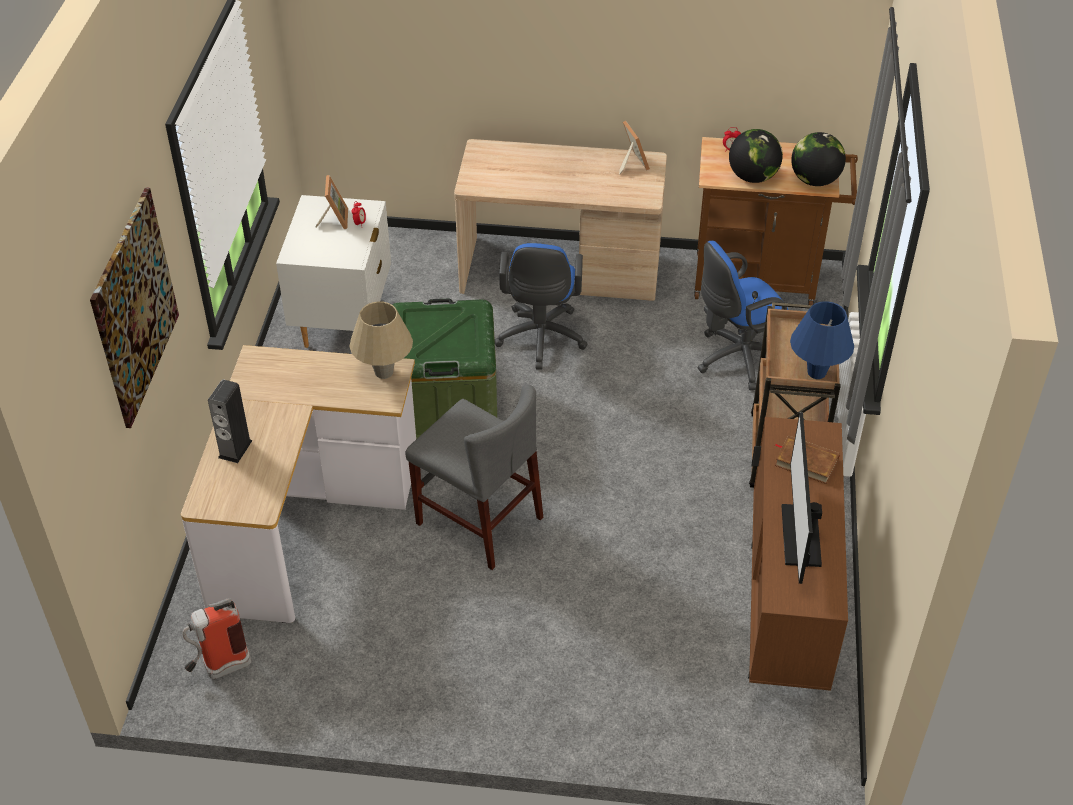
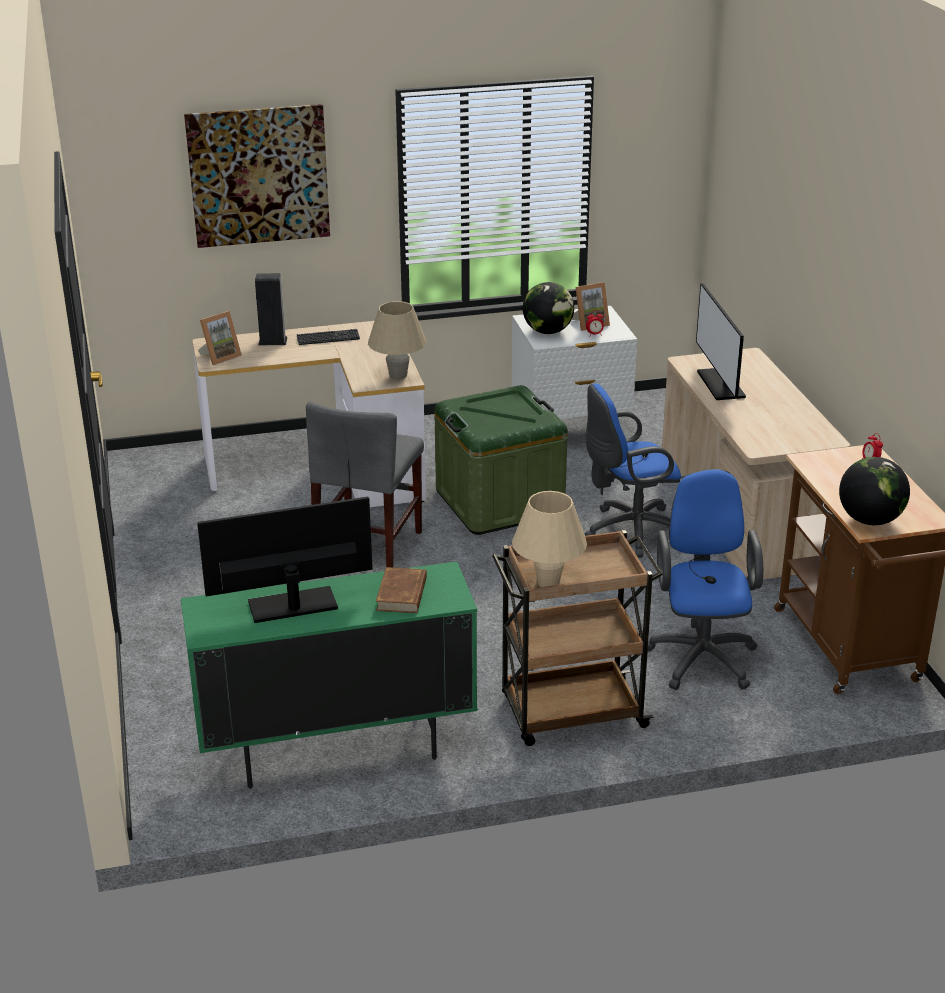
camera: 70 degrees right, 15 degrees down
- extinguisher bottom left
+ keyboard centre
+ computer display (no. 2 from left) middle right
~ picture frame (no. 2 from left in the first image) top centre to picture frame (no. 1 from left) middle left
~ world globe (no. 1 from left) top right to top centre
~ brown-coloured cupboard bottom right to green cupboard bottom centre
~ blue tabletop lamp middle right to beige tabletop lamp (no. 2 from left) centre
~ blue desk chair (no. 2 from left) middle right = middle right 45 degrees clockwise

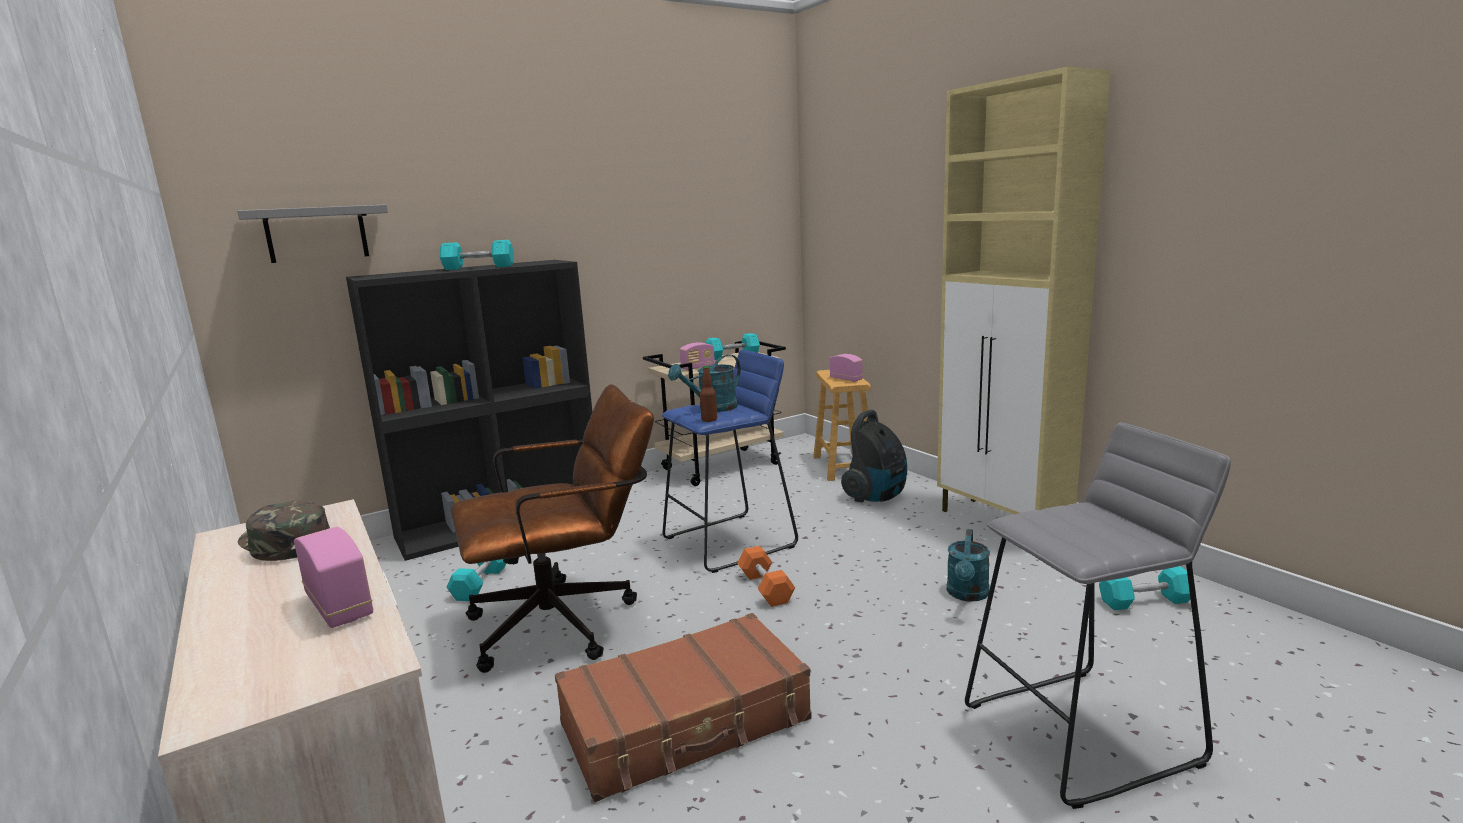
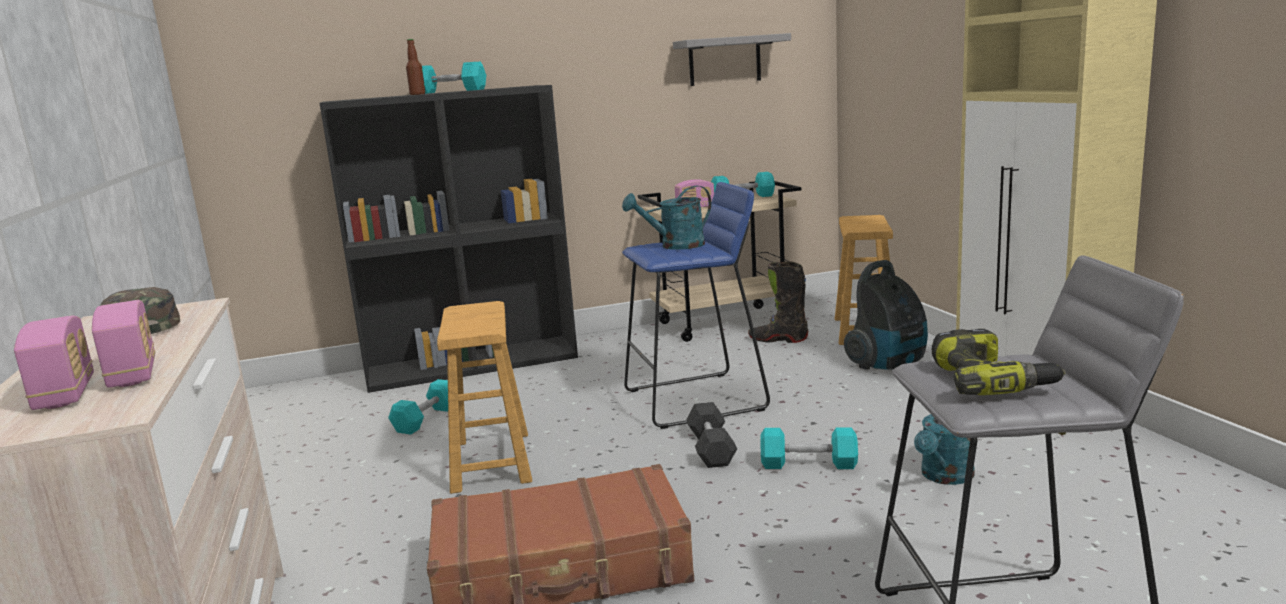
camera: 15 degrees right, 0 degrees up
+ black boot centre
+ drill middle right
~ gray wall shelf top left to top centre
~ bottle centre to top left
~ radio set (no. 3 from left in the first image) centre to radio set (no. 1 from left) middle left
~ blue-green free weight (no. 4 from left) bottom right to bottom centre
~ brown-coloured desk chair centre to brown-coloured stool (no. 1 from left) centre
~ orange-coloured free weight bottom centre to gray free weight bottom centre

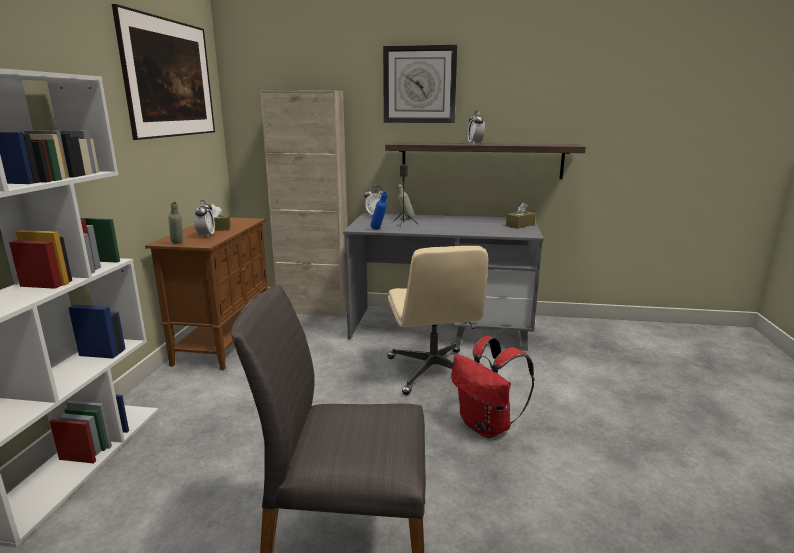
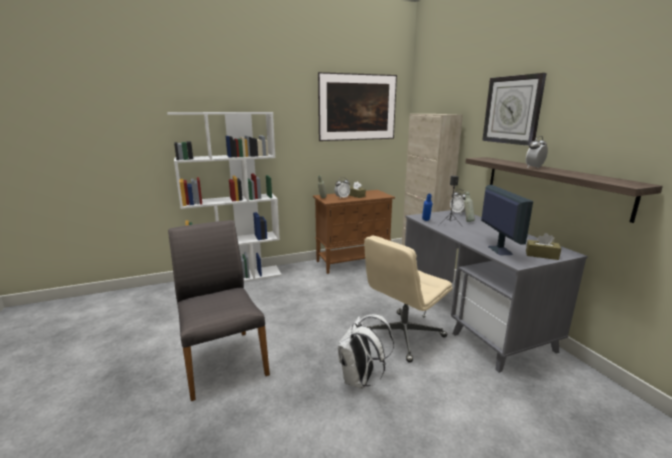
camera: 60 degrees right, 0 degrees up
+ computer display middle right
~ red knapsack bottom centre to white knapsack bottom centre

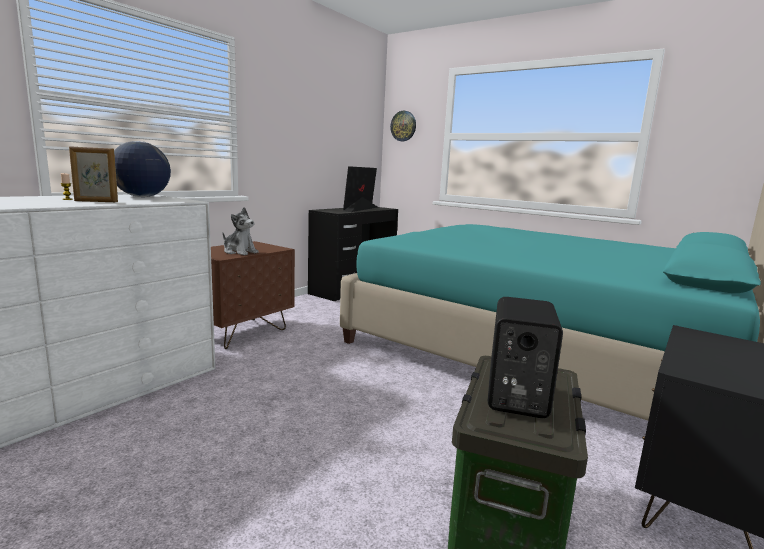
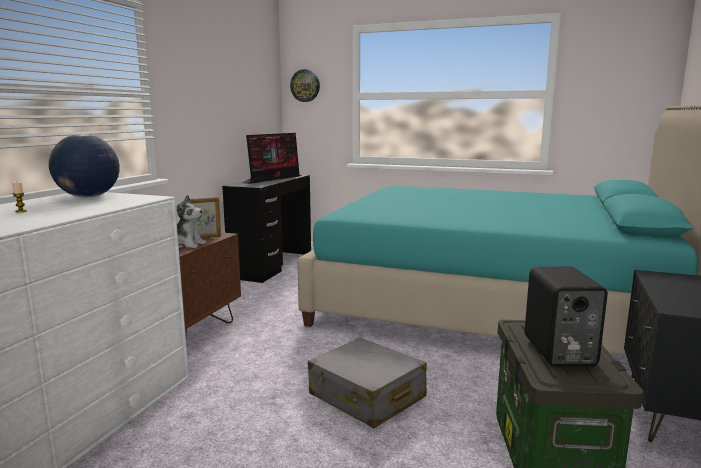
camera: 15 degrees left, 0 degrees up
+ gray piece of luggage bottom centre
~ picture frame top left to middle left
~ computer display centre = centre 150 degrees counterclockwise

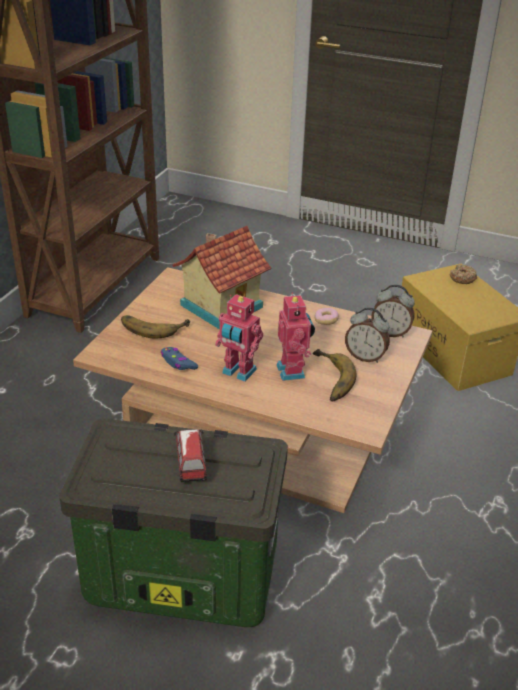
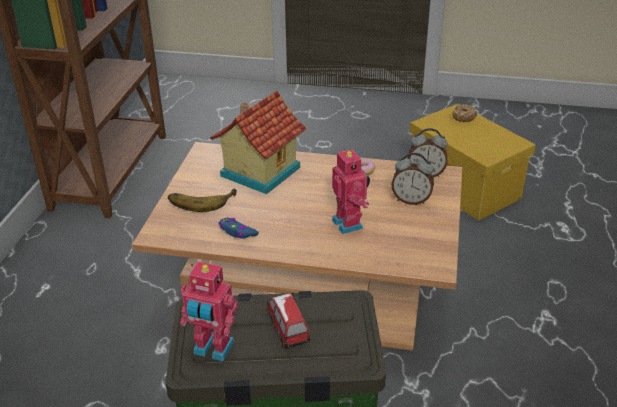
camera: 10 degrees left, 0 degrees up
- whole banana (no. 2 from left) centre
~ robot figure (no. 1 from left) centre to bottom centre

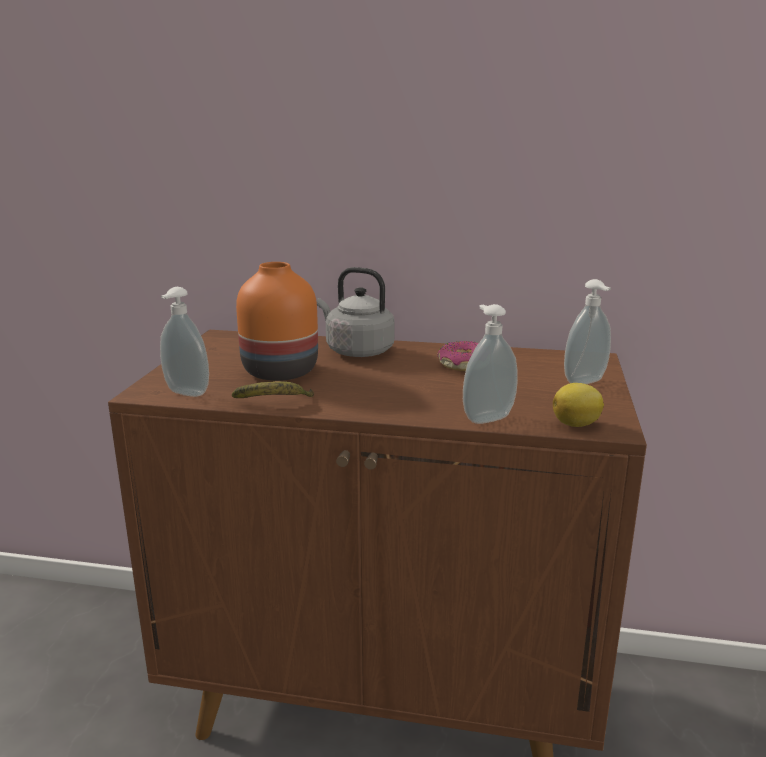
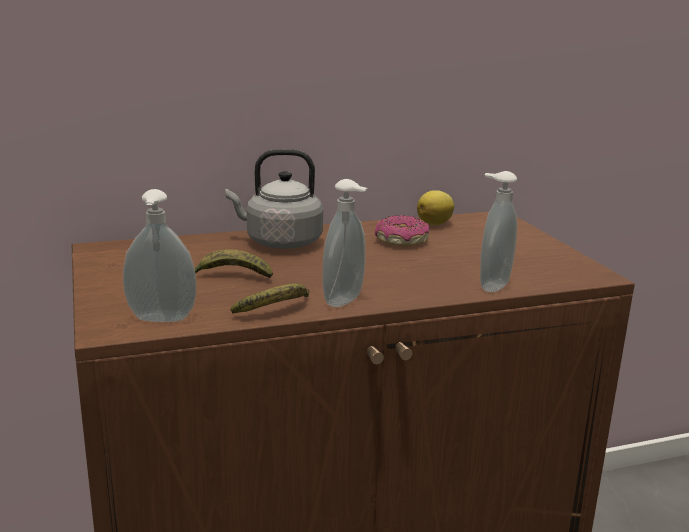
camera: 30 degrees left, 0 degrees up
~ whole lemon middle right to centre
~ soap dispenser (no. 3 from left in the first image) middle right to soap dispenser (no. 2 from left) centre
~ orange-coloured flower vase centre to whole banana (no. 1 from left) centre

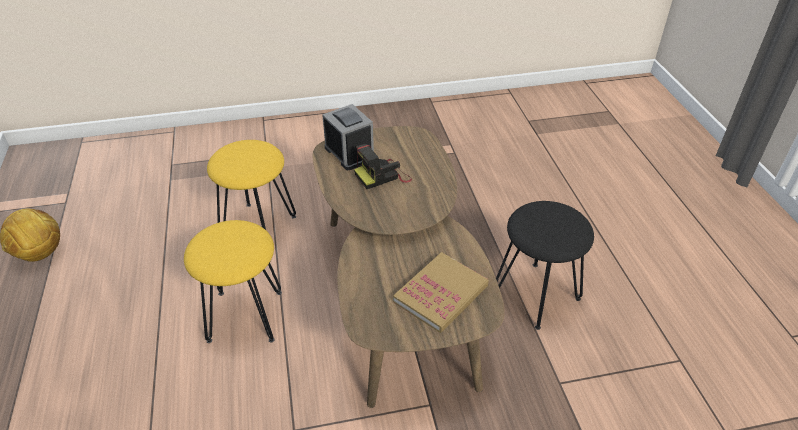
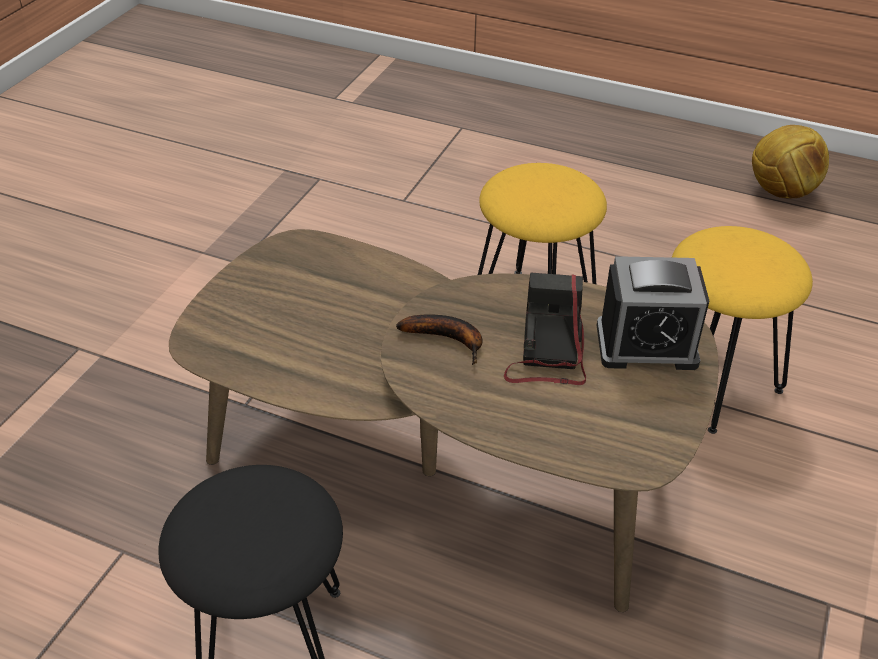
camera: 125 degrees right, 0 degrees up
- book bottom centre
+ whole banana centre

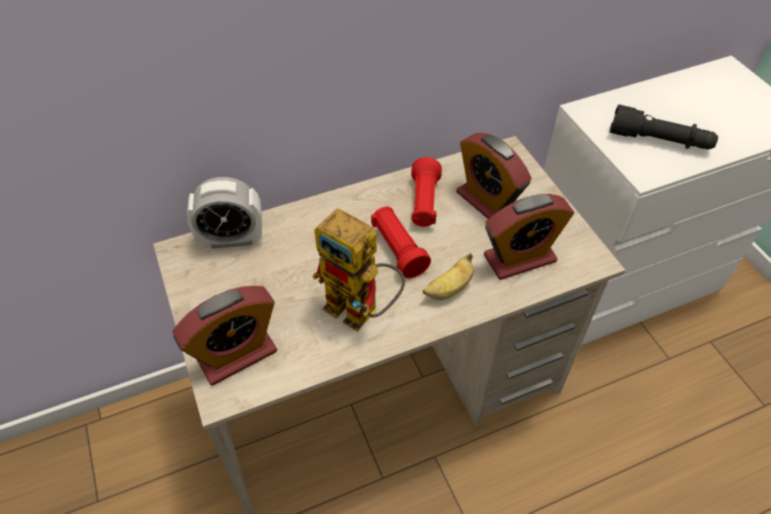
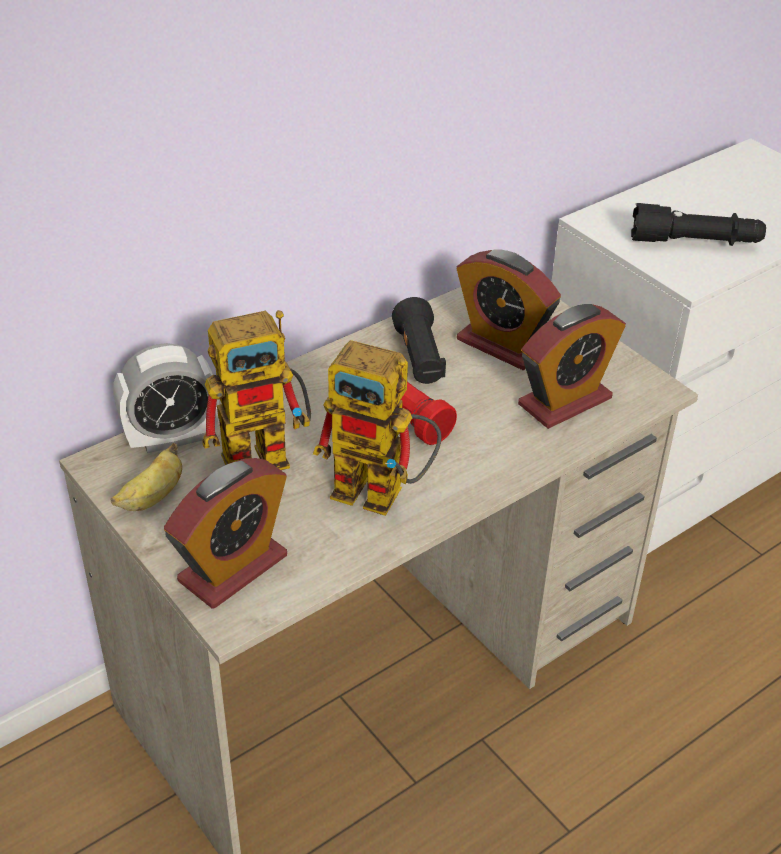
camera: 15 degrees left, 10 degrees down
+ robot figure (no. 1 from left) middle left
~ whole banana centre to middle left
~ red flashlight (no. 2 from left) centre to black flashlight (no. 1 from left) centre

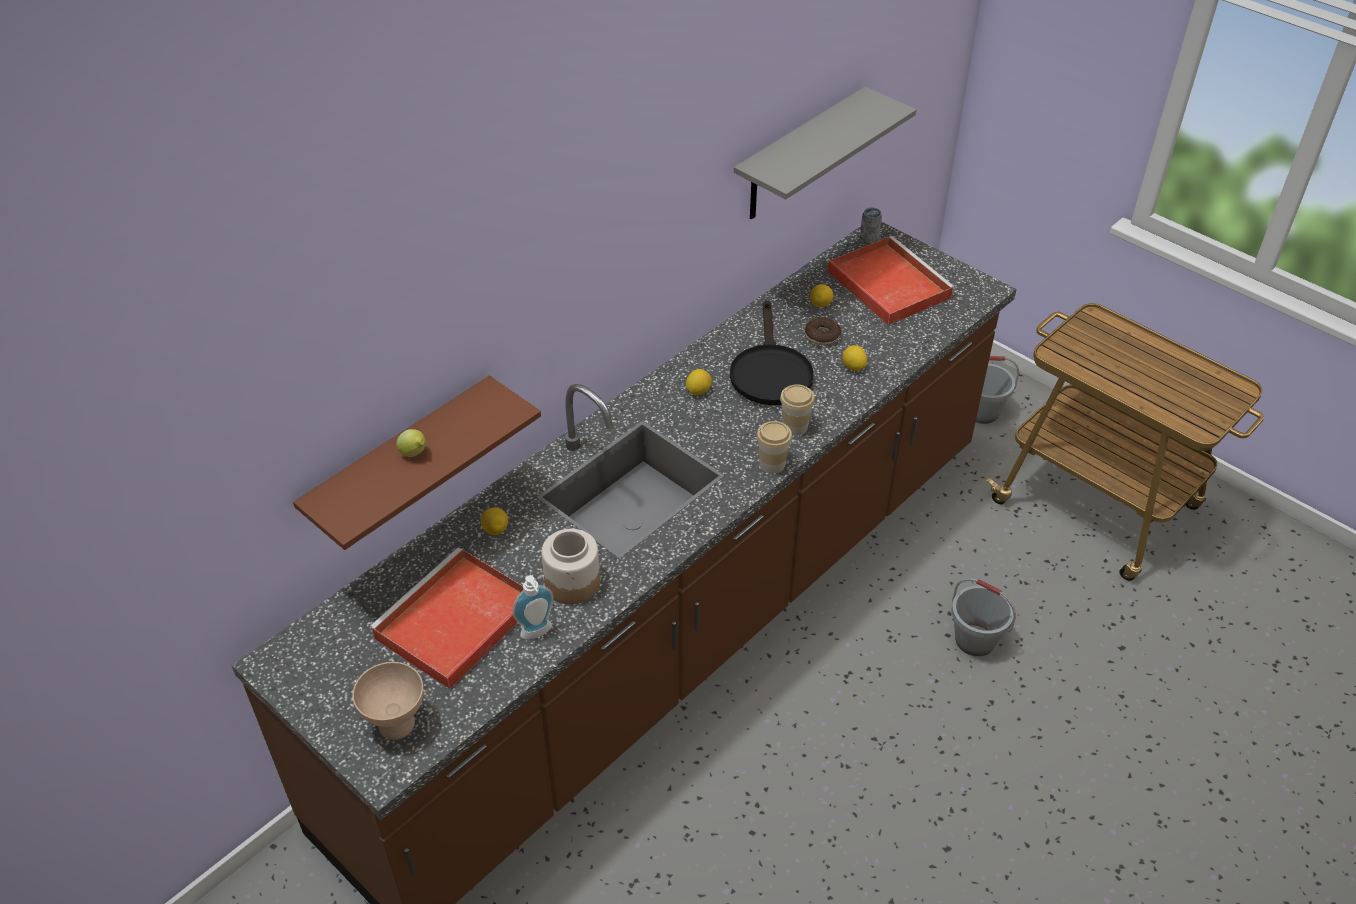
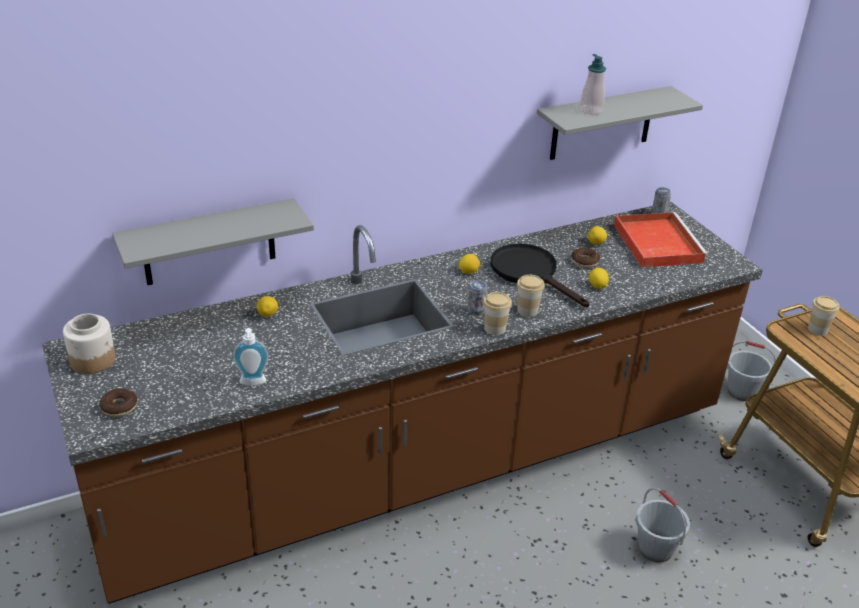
camera: 20 degrees right, 10 degrees down
- red serving tray (no. 1 from left) bottom left
- whole lemon (no. 1 from left) middle left
+ metal can (no. 1 from left) centre
+ soap dispenser (no. 2 from left) top right
+ small cup (no. 3 from left) middle right
~ storage jar centre to middle left
~ beige deep dish bottom left to donut (no. 1 from left) middle left
~ brown-coloured wall shelf middle left to gray wall shelf (no. 1 from left) middle left
~ black frying pan centre = centre 120 degrees clockwise

